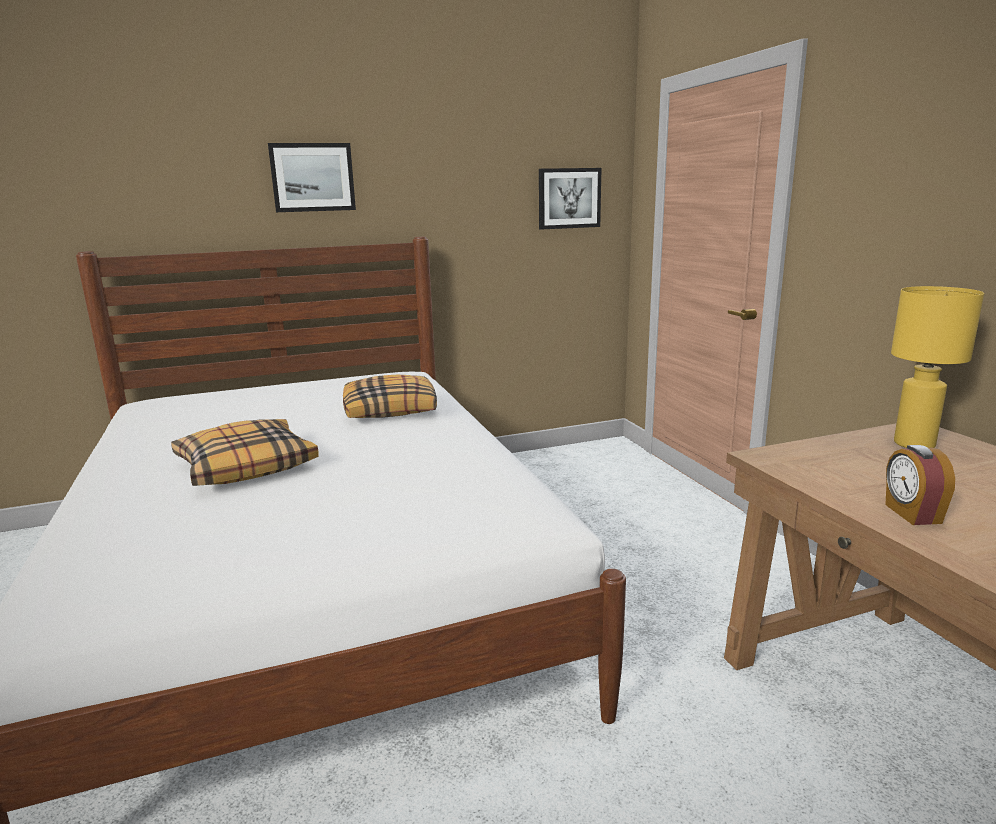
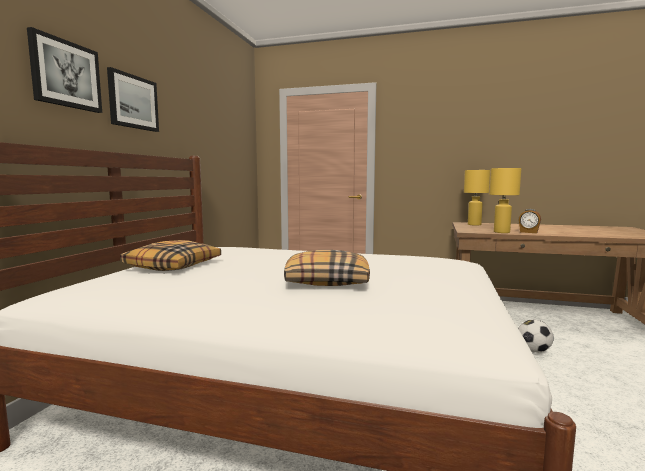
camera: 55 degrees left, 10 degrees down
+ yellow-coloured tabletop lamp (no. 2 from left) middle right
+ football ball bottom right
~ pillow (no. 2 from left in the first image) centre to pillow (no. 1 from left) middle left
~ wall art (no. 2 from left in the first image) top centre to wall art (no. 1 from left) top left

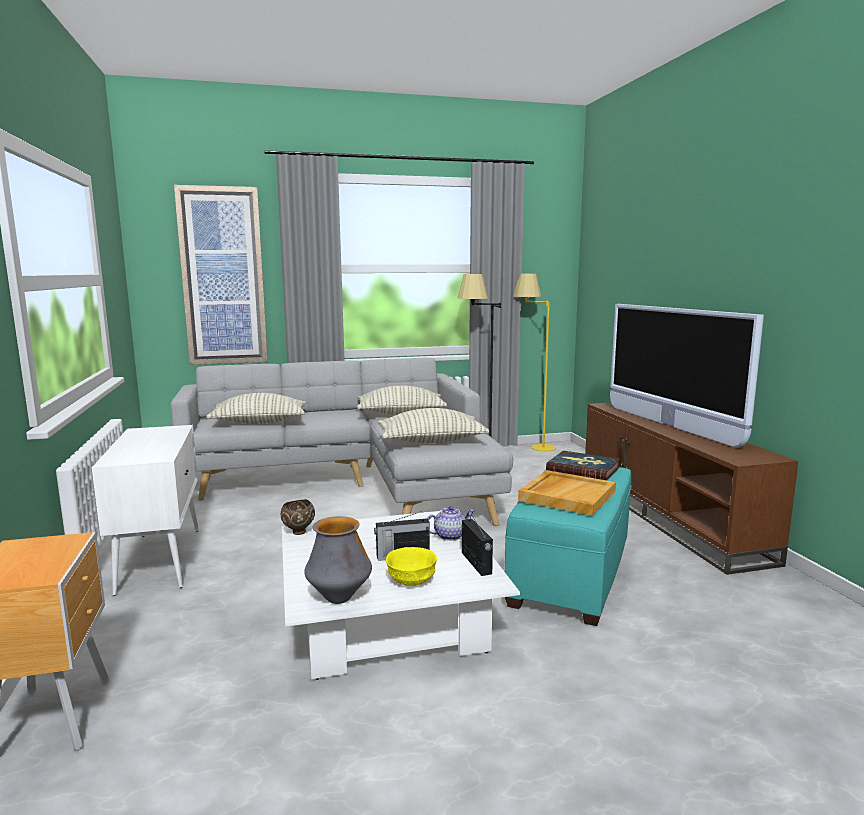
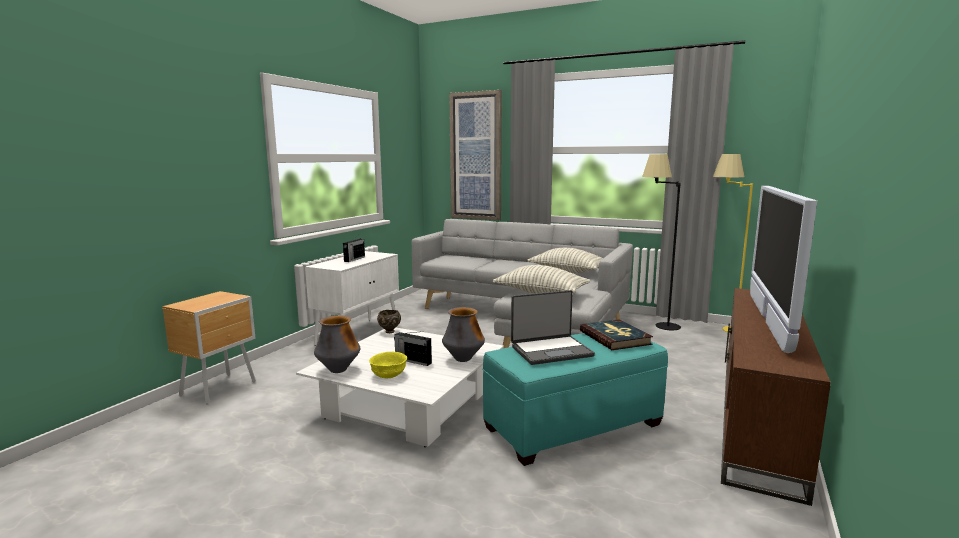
camera: 40 degrees right, 0 degrees up
- pillow (no. 1 from left) middle left
~ radio set (no. 2 from left in the first image) bottom centre to radio set (no. 1 from left) centre
~ tea pot centre to flower vase (no. 2 from left) centre
~ beige serving tray centre to notebook computer centre

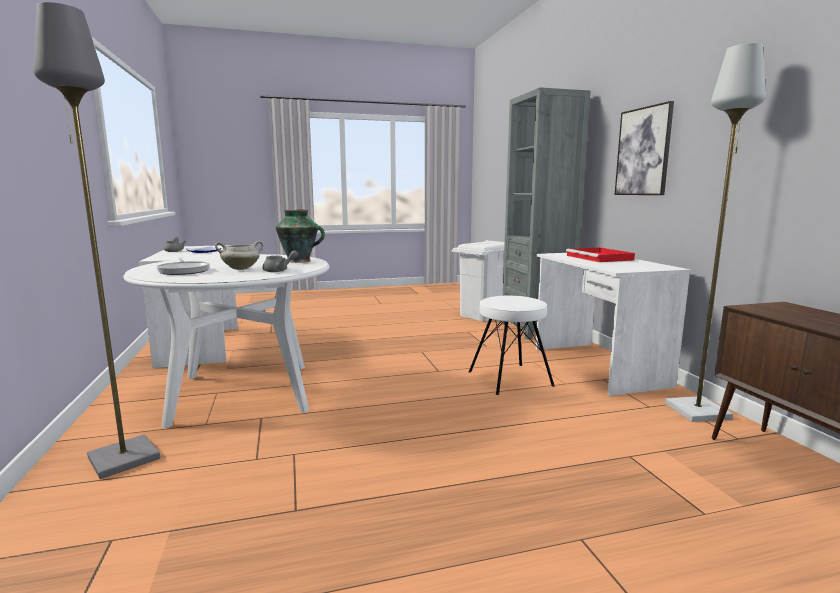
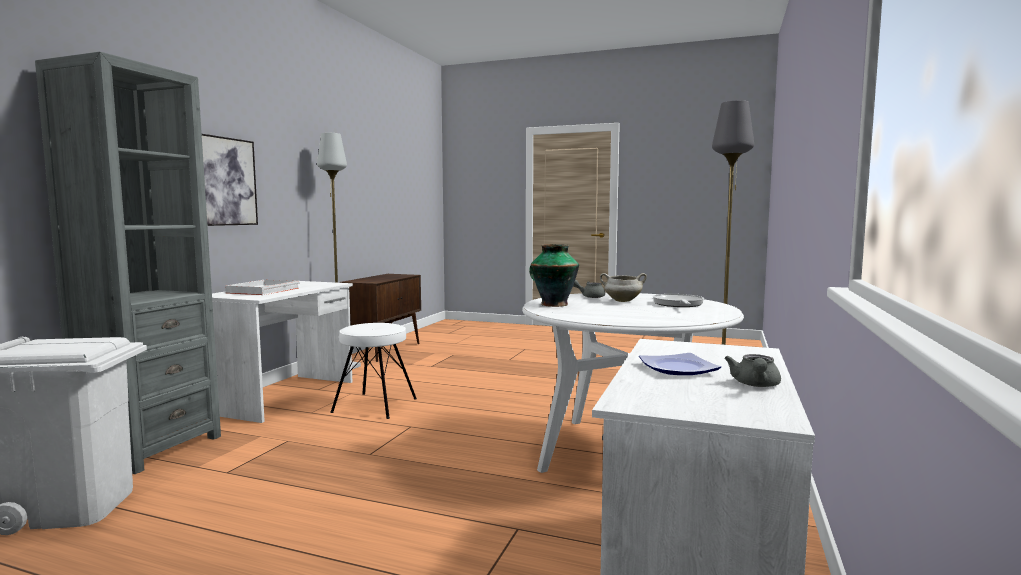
camera: 145 degrees left, 5 degrees down
~ red serving tray middle right to white serving tray middle left

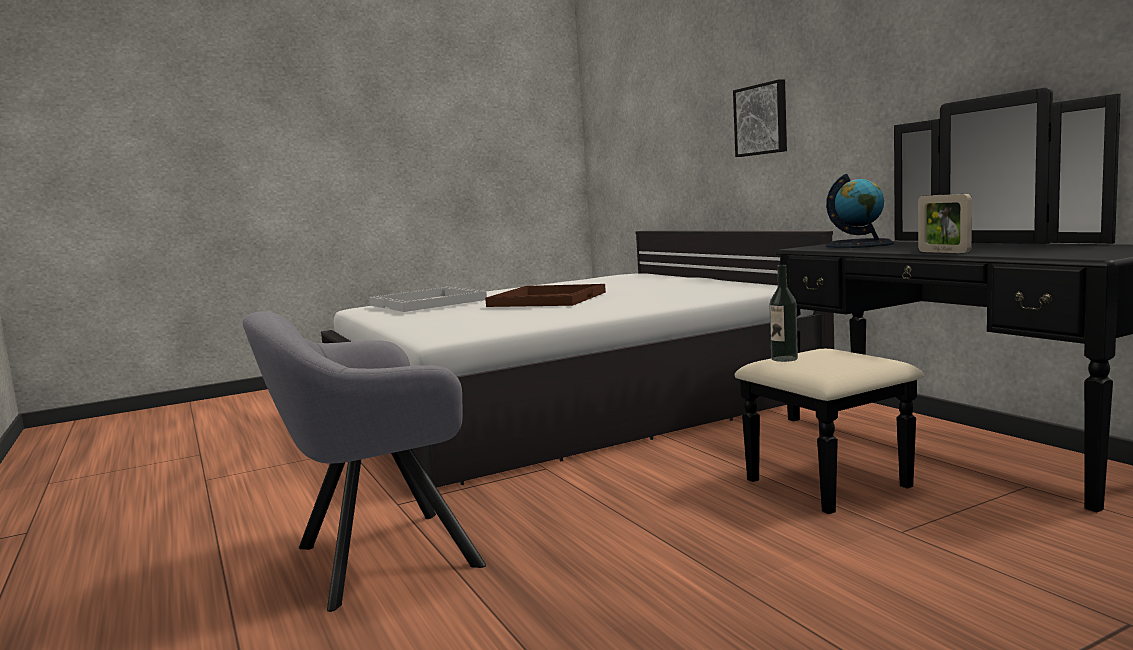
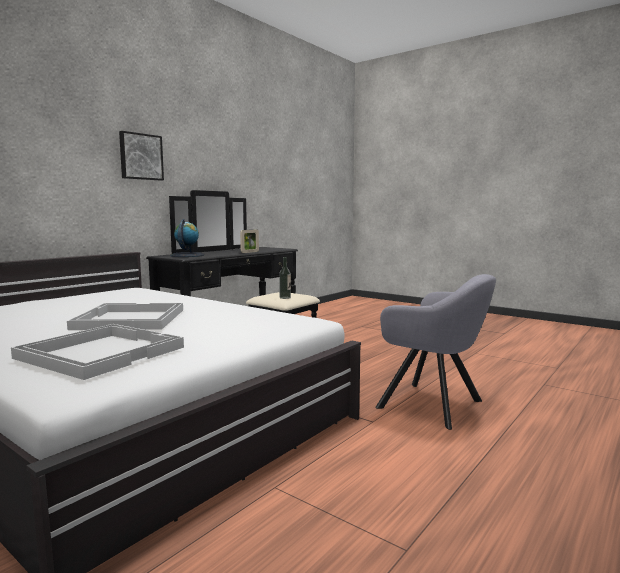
camera: 115 degrees left, 0 degrees up
~ wall art top right to top left
~ brown-coloured serving tray centre to white serving tray (no. 2 from left) middle left

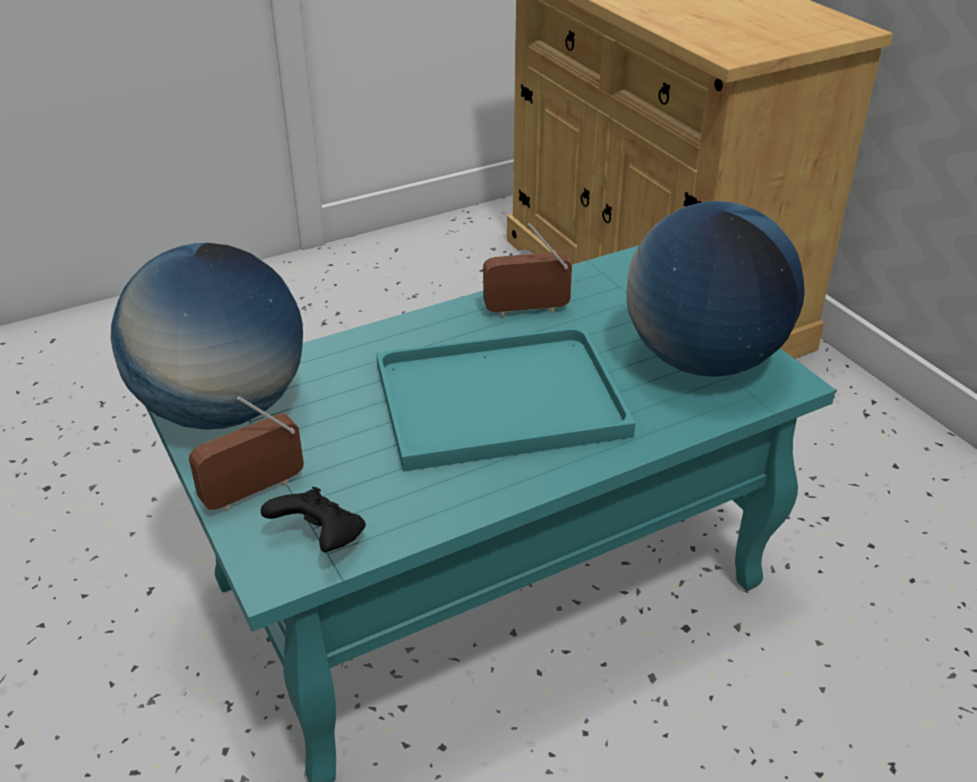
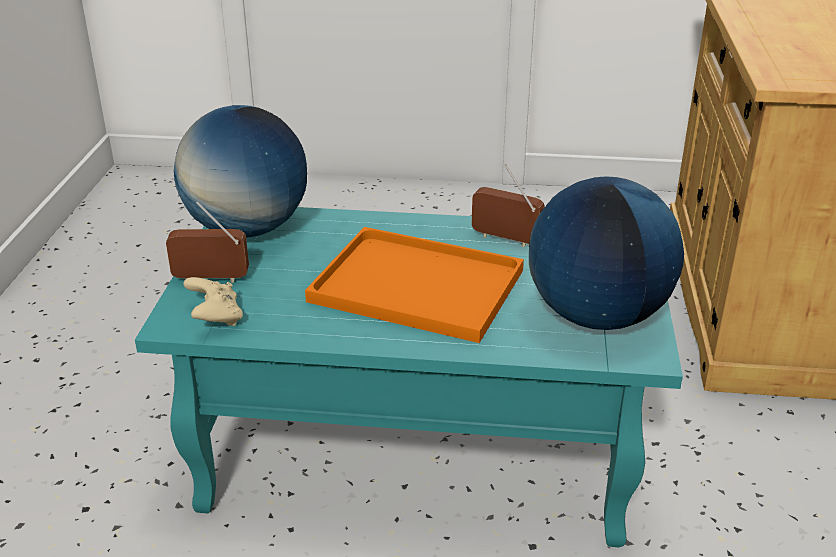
camera: 35 degrees right, 5 degrees down
~ black gamepad middle left to beige gamepad middle left
~ blue-green serving tray centre to orange-coloured serving tray centre

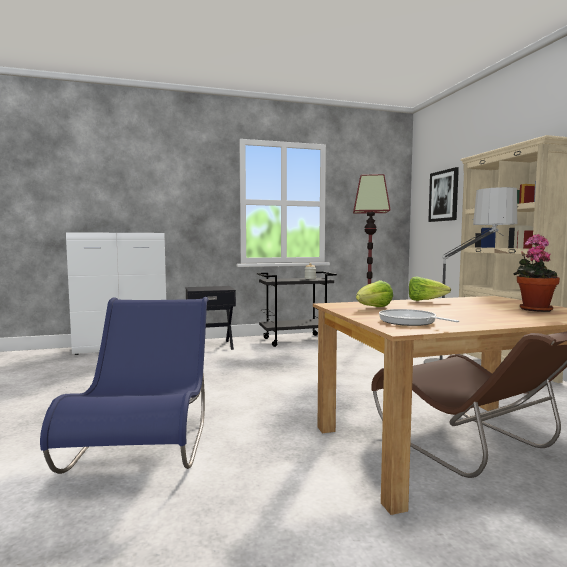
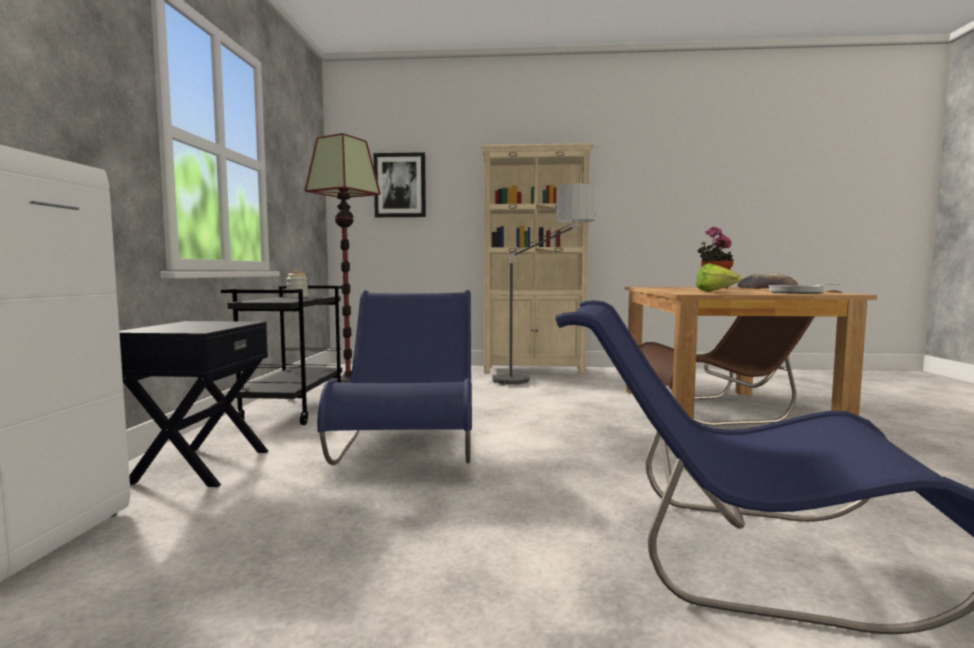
camera: 70 degrees left, 0 degrees up
- lettuce (no. 2 from left) middle right
+ blue chair (no. 1 from left) centre
+ baked bread middle right

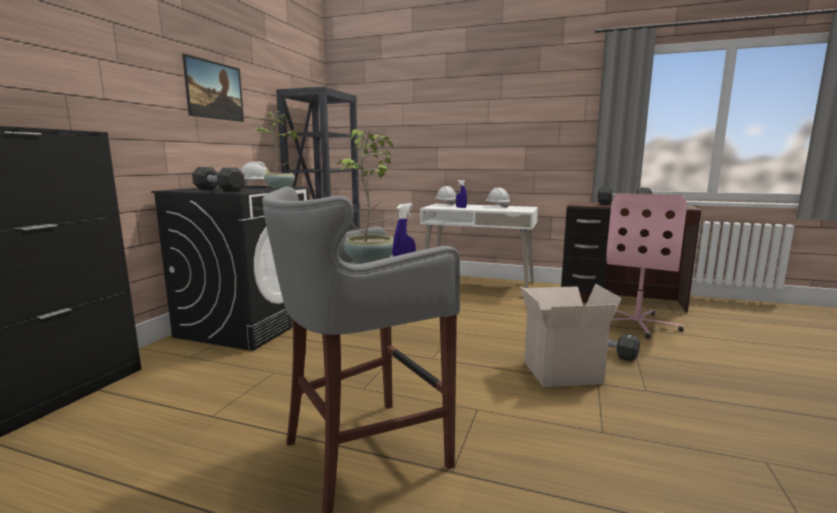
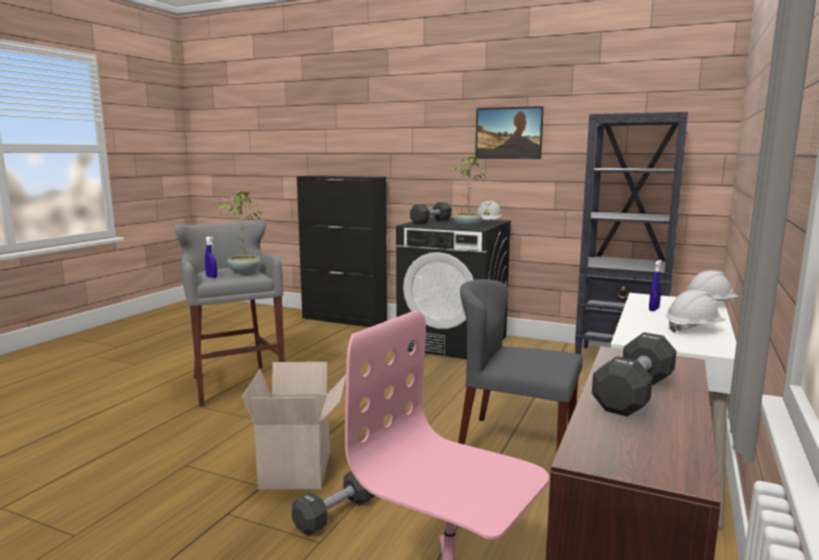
camera: 95 degrees right, 0 degrees up
+ gray chair centre

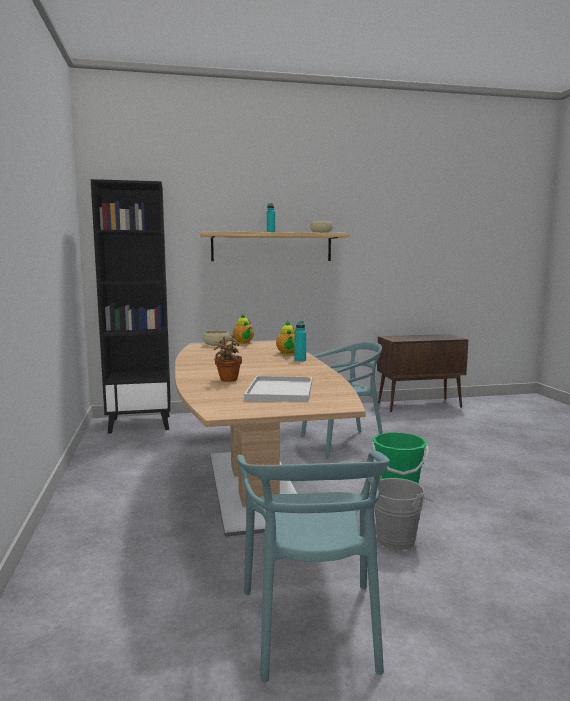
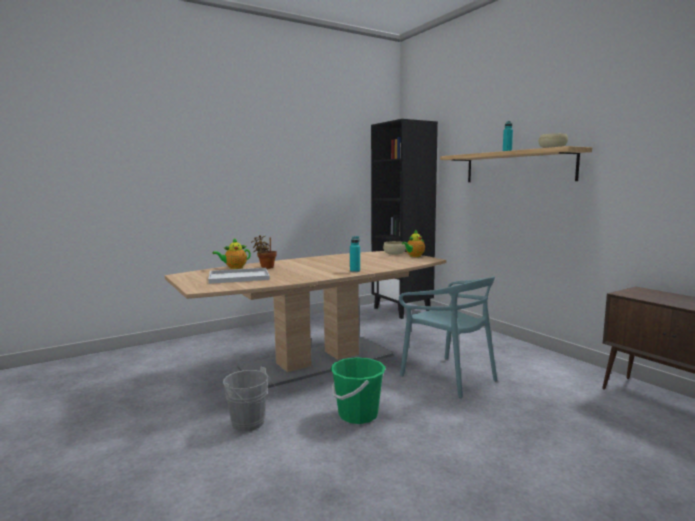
camera: 70 degrees right, 0 degrees up
- blue-green chair (no. 1 from left) bottom centre
~ tea pot (no. 2 from left in the first image) centre to tea pot (no. 1 from left) middle left

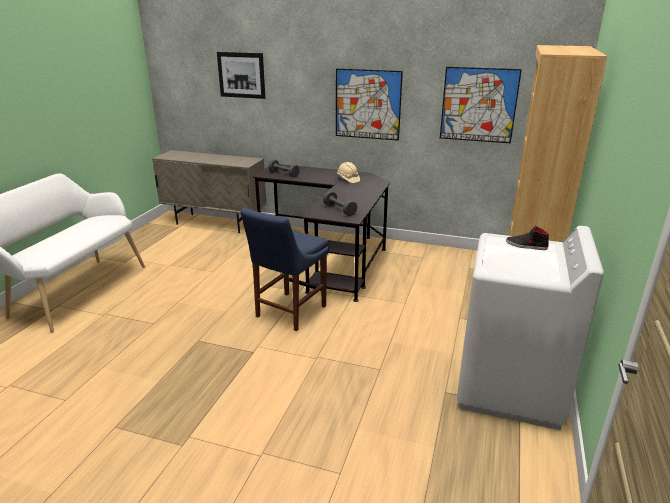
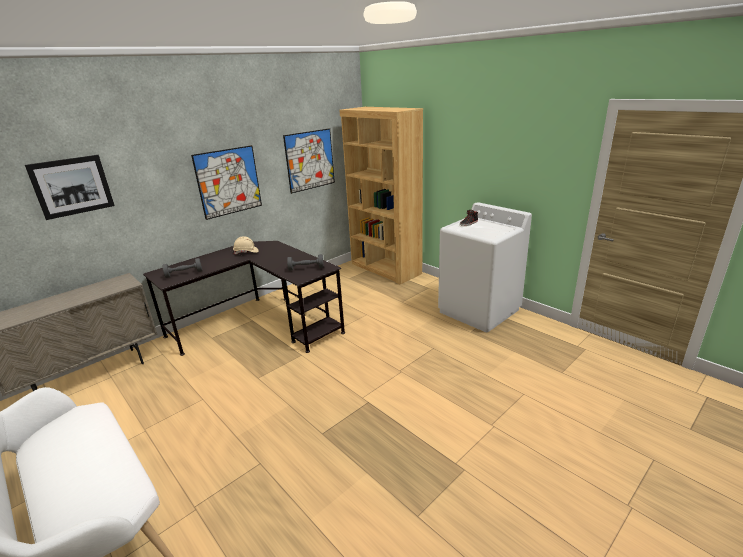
camera: 60 degrees left, 0 degrees up
- blue chair centre

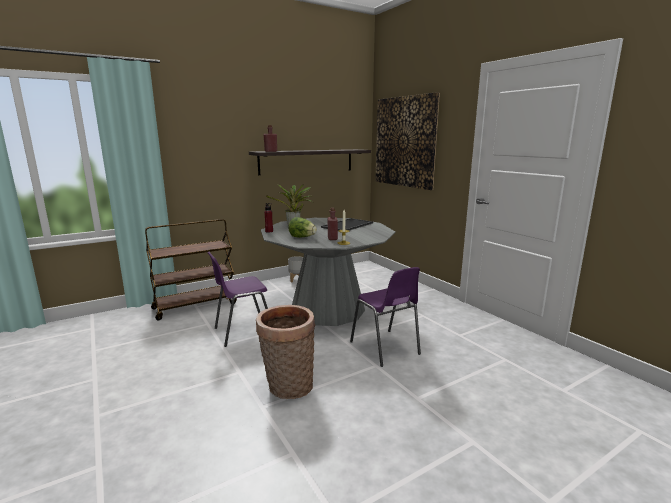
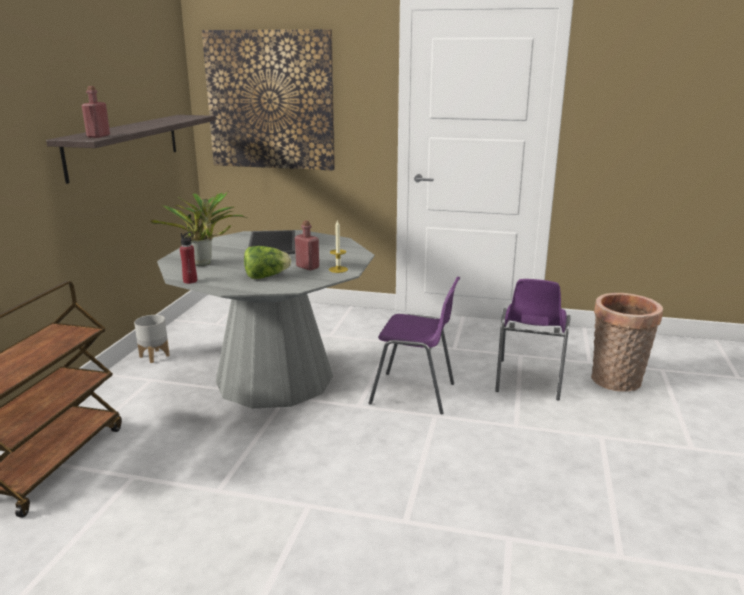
camera: 45 degrees left, 5 degrees up
~ purple-coloured chair (no. 1 from left in the first image) centre to purple-coloured chair (no. 2 from left) middle right
~ household basket bottom centre to middle right

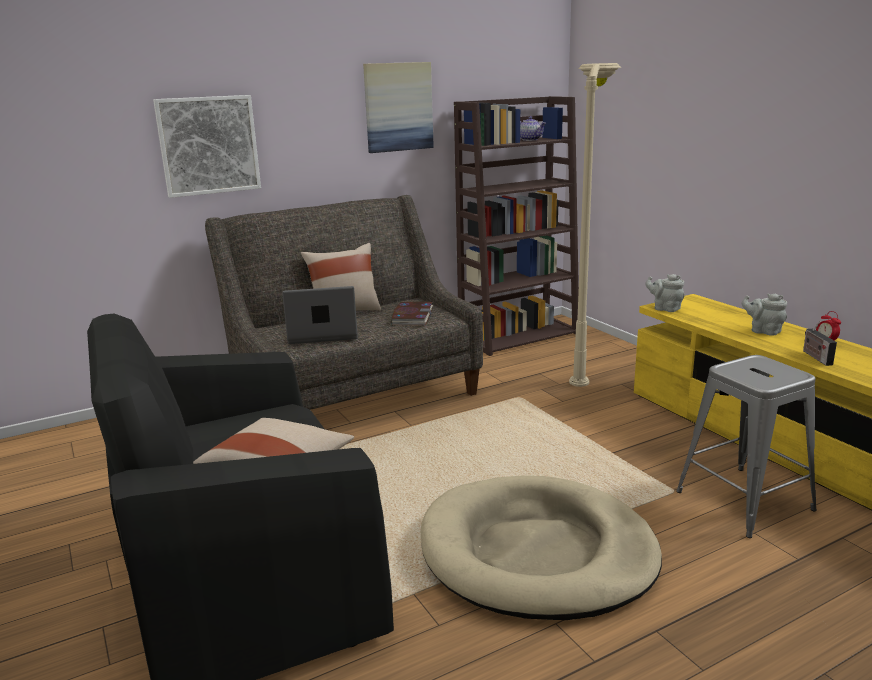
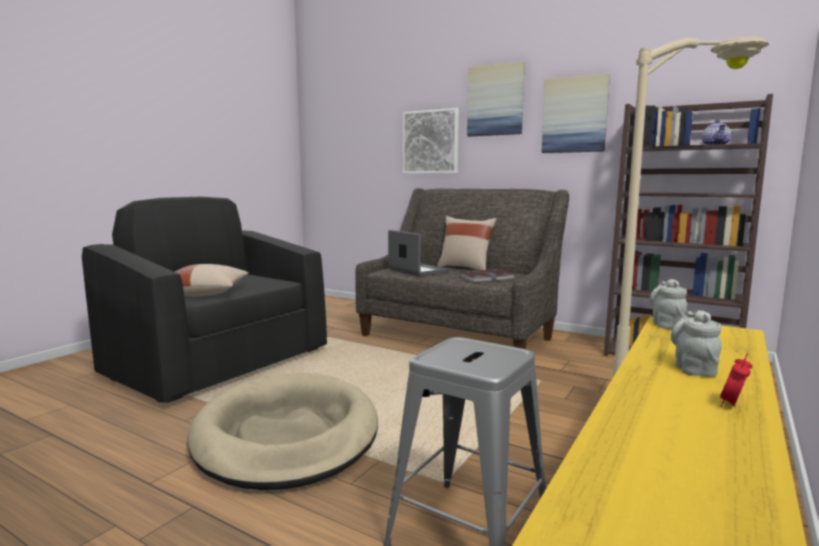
camera: 60 degrees right, 10 degrees down
- radio set middle right
+ wall art (no. 2 from left) top centre

